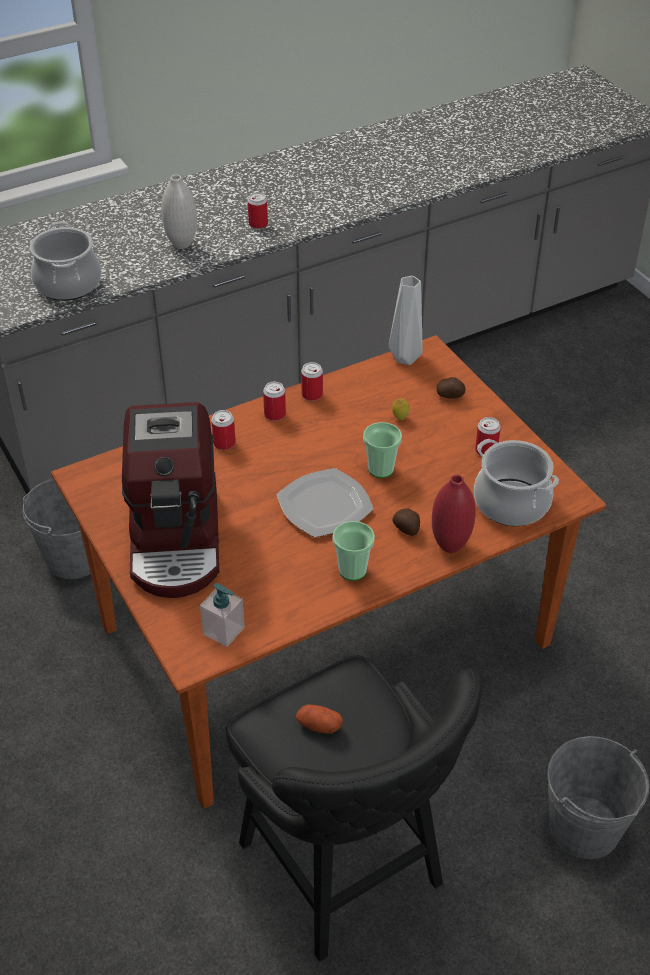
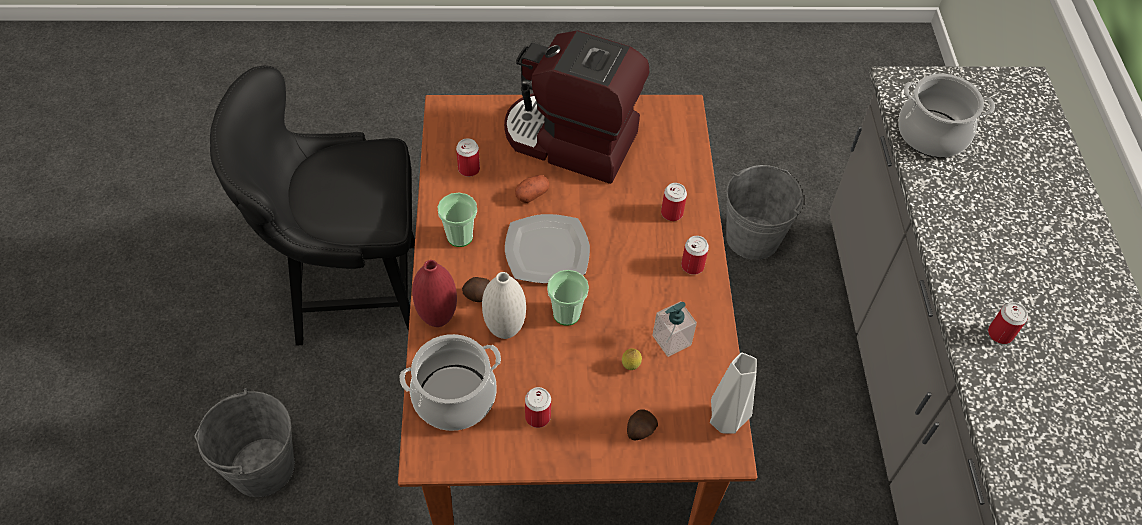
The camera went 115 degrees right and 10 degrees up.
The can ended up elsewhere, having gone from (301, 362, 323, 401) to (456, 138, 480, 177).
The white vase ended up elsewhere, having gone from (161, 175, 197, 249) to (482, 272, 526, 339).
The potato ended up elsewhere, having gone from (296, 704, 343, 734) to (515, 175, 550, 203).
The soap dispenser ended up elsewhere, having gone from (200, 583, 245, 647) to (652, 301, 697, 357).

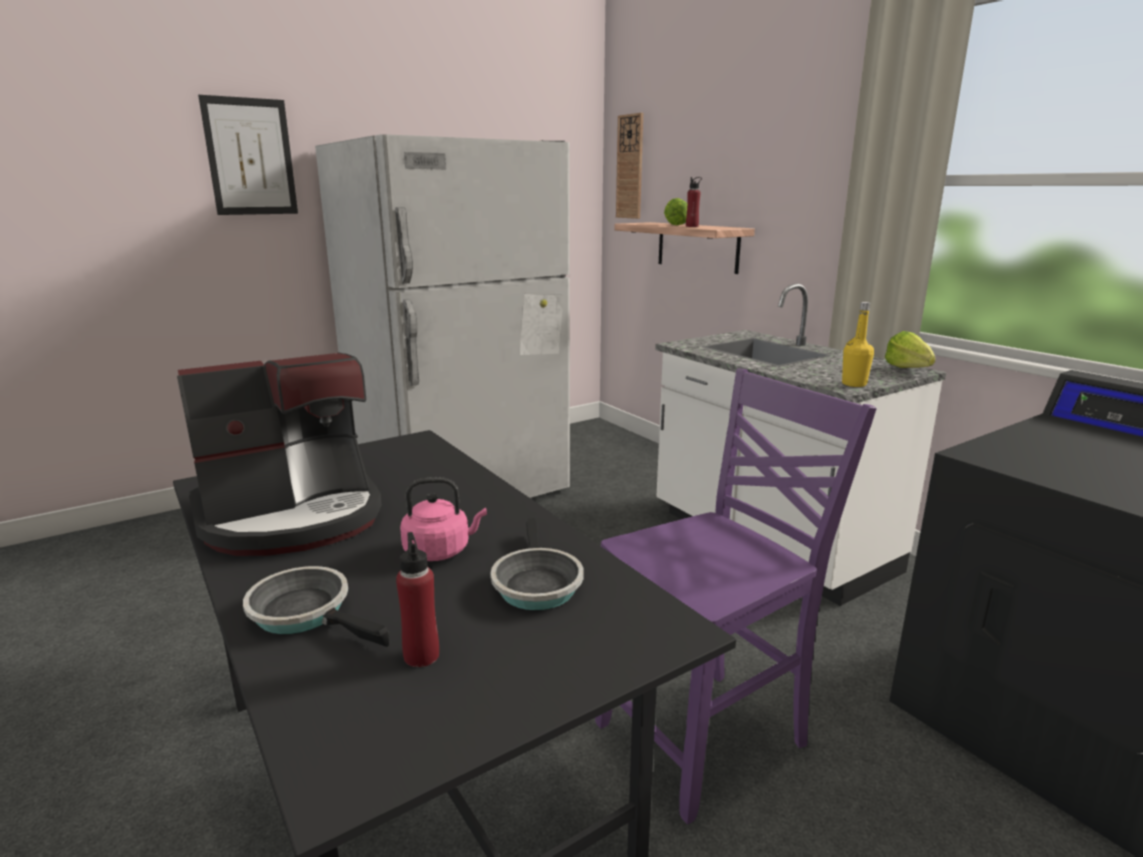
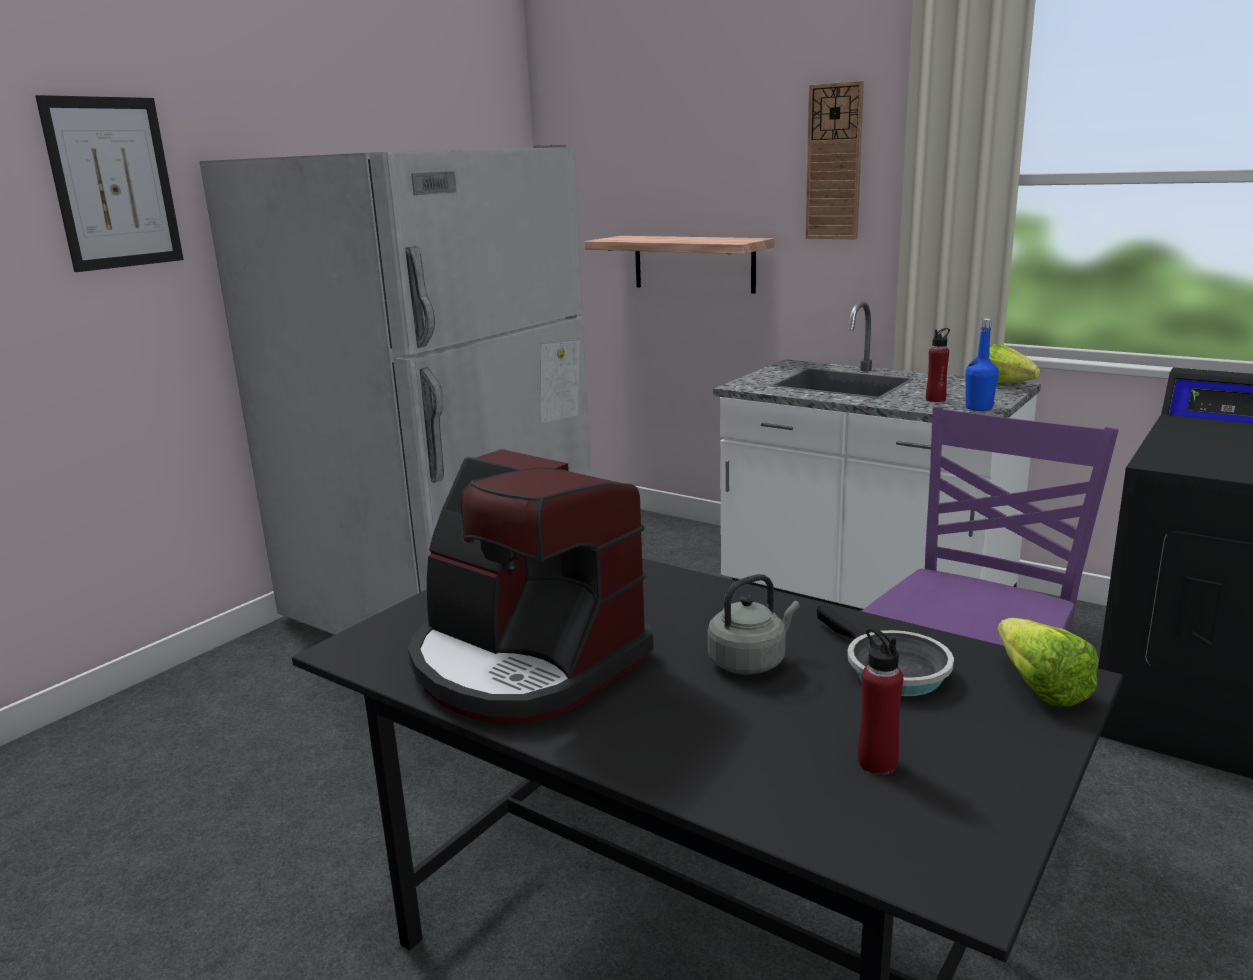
The camera went 20 degrees left and 0 degrees up.
The coffee machine at (177, 353, 382, 556) ended up facing another way, 90 degrees clockwise from before.
What was the pink kettle at (400, 477, 487, 561) turned into the grey kettle at (707, 574, 800, 675).
The wall clock ended up elsewhere, having gone from (616, 113, 643, 219) to (806, 81, 864, 240).
The red bottle ended up elsewhere, having gone from (686, 177, 702, 227) to (926, 328, 950, 402).
What was the yellow bottle at (842, 302, 874, 387) turned into the blue bottle at (966, 318, 999, 411).
The lettuce ended up elsewhere, having gone from (664, 198, 687, 226) to (998, 618, 1099, 707).
The second view lost the frying pan at (243, 566, 389, 647).

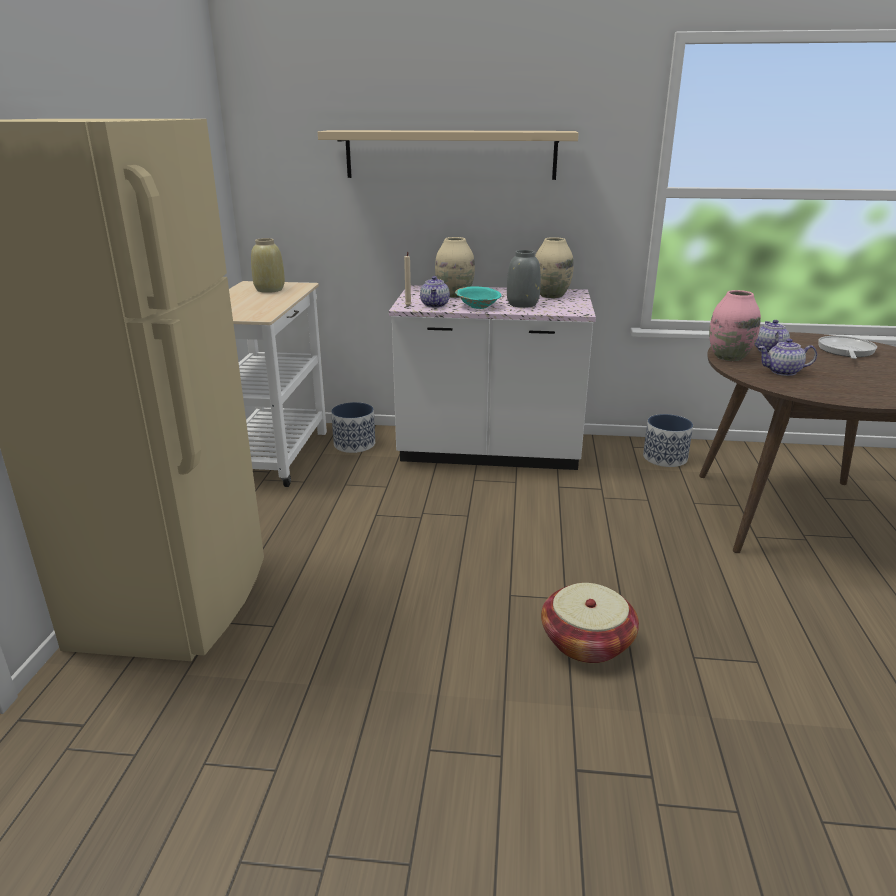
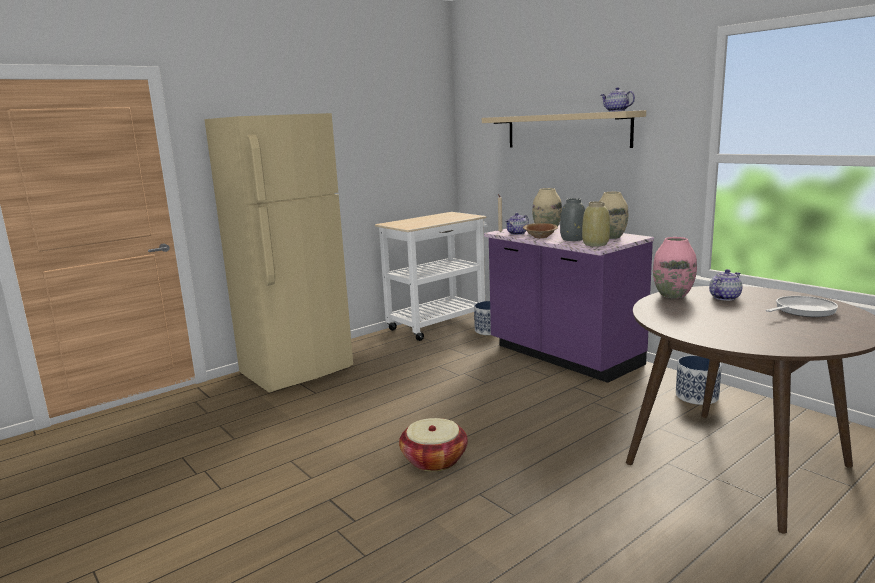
The camera went 45 degrees right and 10 degrees down.
What was the white counter at (389, 285, 596, 470) turned into the purple counter at (484, 223, 654, 383).
What was the turquoise bowl at (455, 286, 502, 309) turned into the brown bowl at (523, 223, 558, 238).
The beige vase ended up elsewhere, having gone from (251, 238, 285, 293) to (582, 201, 610, 246).
The teapot ended up elsewhere, having gone from (758, 339, 817, 376) to (601, 87, 635, 112).

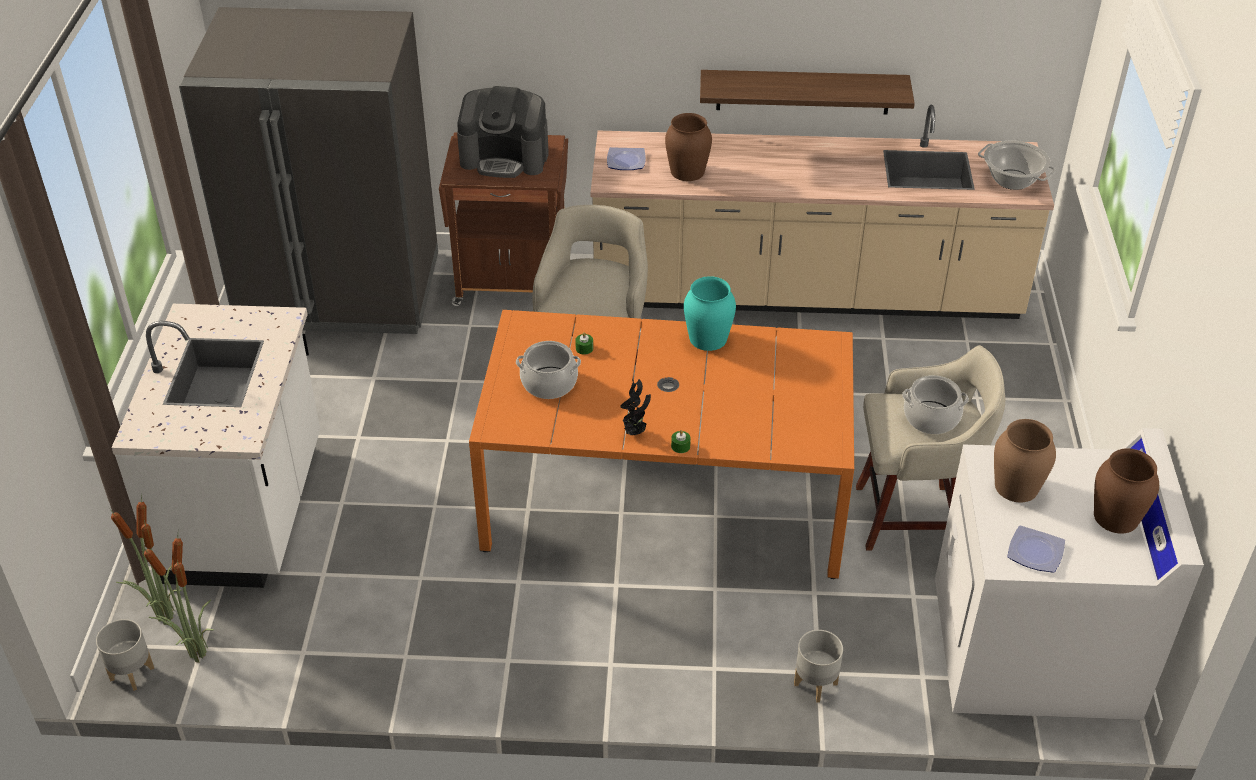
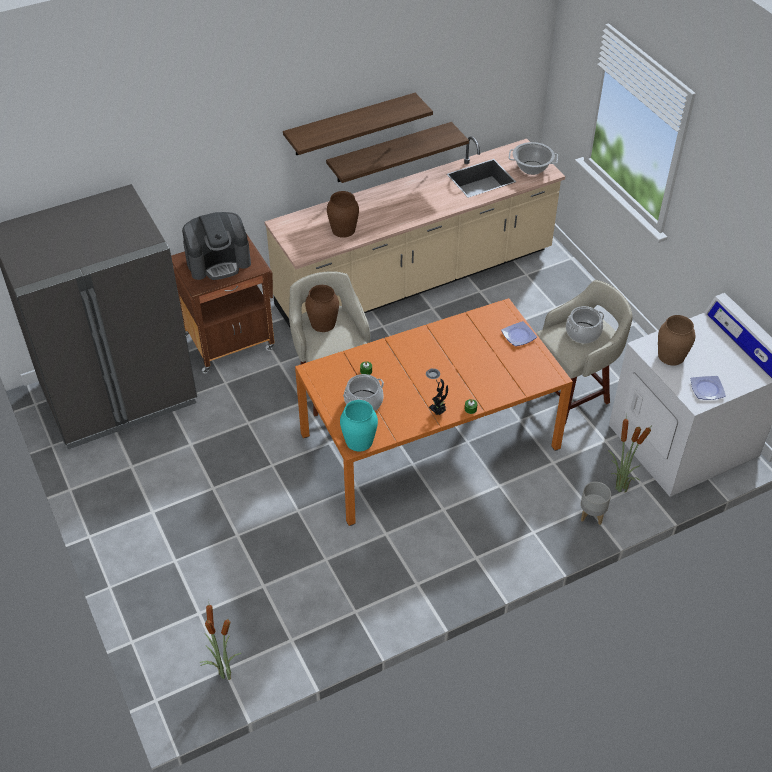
The camera went 30 degrees left and 5 degrees up.
The second view gained the shelf at (283, 93, 433, 155).
The brown vase ended up elsewhere, having gone from (1094, 448, 1159, 534) to (305, 285, 339, 332).
The turquoise vase ended up elsewhere, having gone from (684, 276, 736, 351) to (340, 400, 378, 451).
The plate ended up elsewhere, having gone from (607, 147, 646, 170) to (501, 321, 537, 346).
The potted plant ended up elsewhere, having gone from (110, 494, 181, 625) to (608, 414, 653, 492).
The second view lost the grey planter at (96, 619, 154, 691).
The second view lost the white counter at (111, 304, 320, 588).

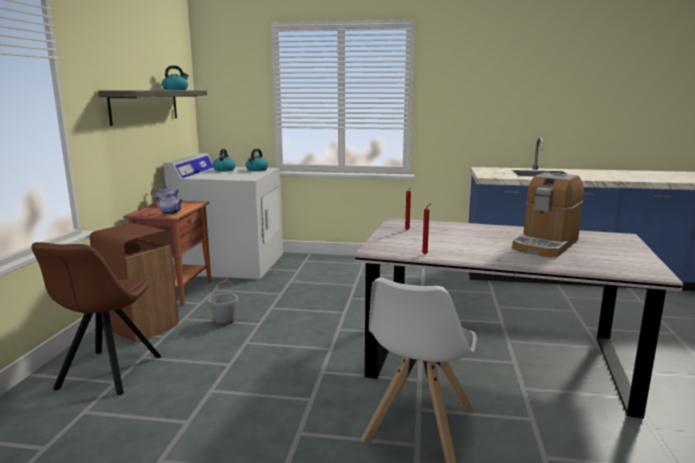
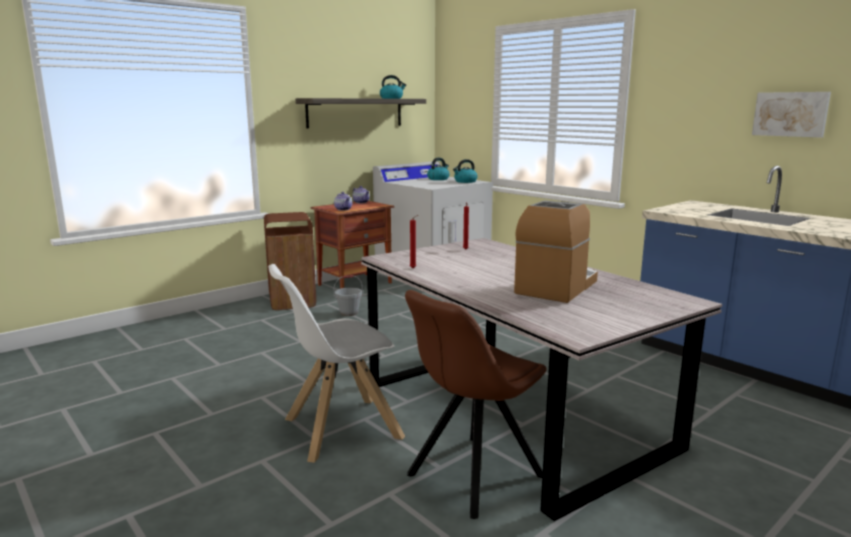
The camera went 40 degrees right and 0 degrees up.
The brown chair ended up elsewhere, having gone from (31, 242, 161, 395) to (405, 290, 547, 519).
The coffee machine at (512, 172, 584, 257) ended up facing another way, 135 degrees clockwise from before.
The second view gained the picture at (752, 92, 831, 138).

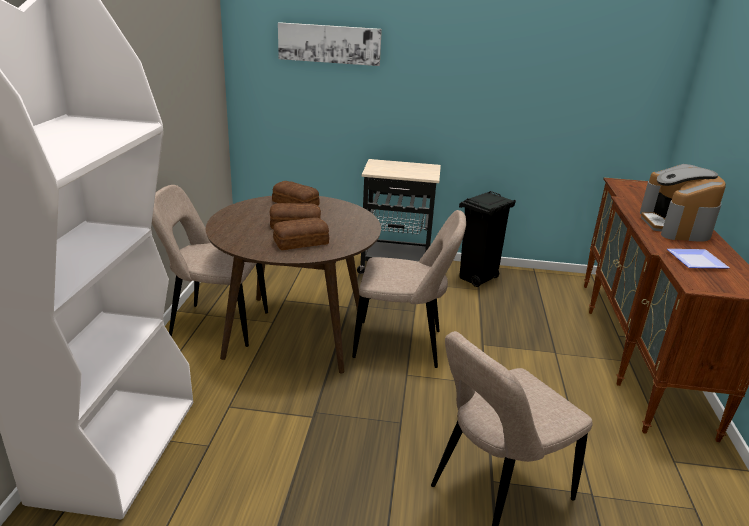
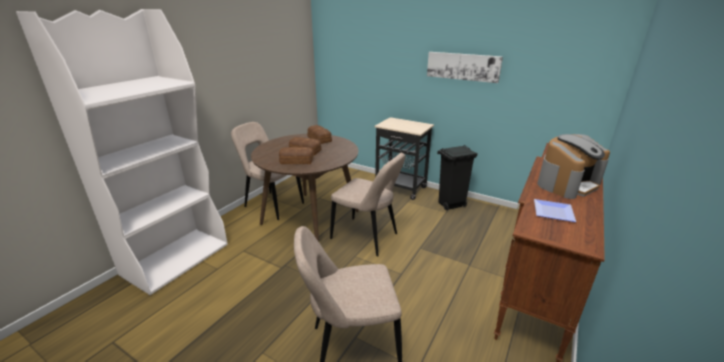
The camera went 25 degrees right and 0 degrees up.
The picture ended up elsewhere, having gone from (278, 22, 382, 66) to (427, 52, 503, 83).
The coffee machine at (640, 164, 726, 242) ended up facing another way, 150 degrees counterclockwise from before.

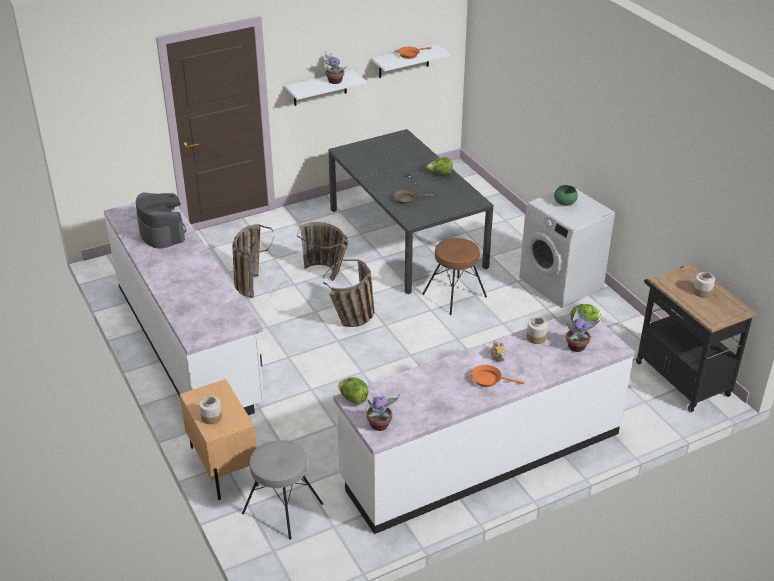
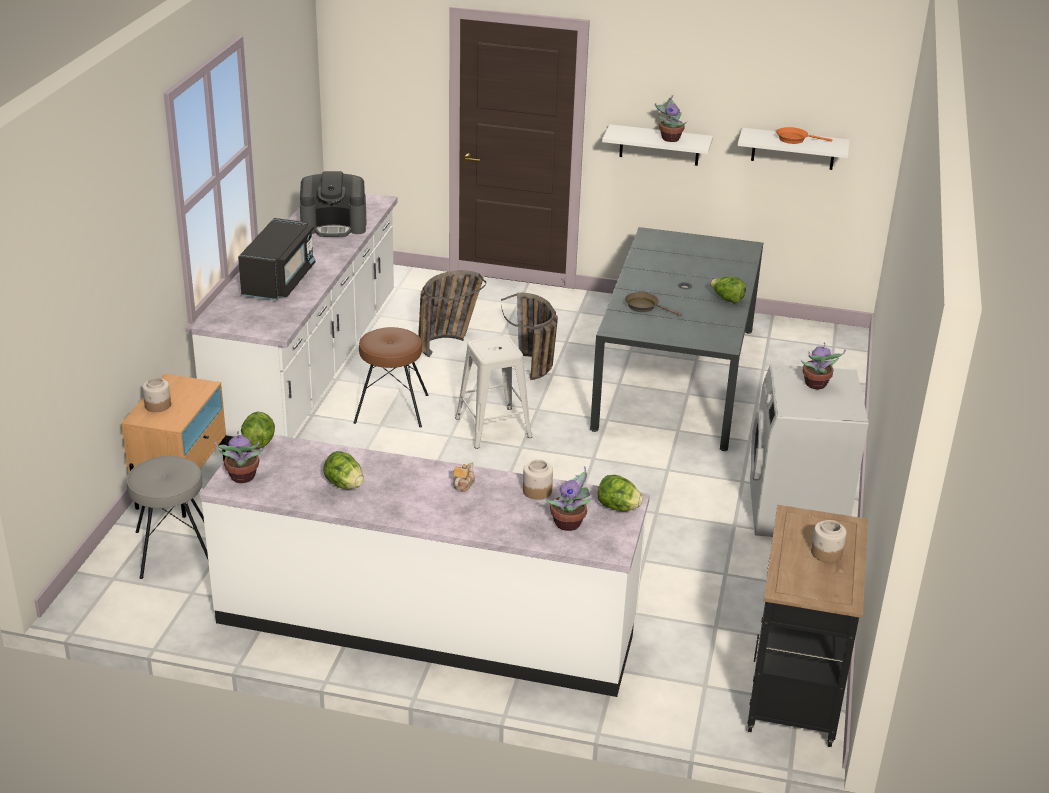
The camera went 40 degrees right and 5 degrees down.
The second view gained the black microwave at (238, 218, 315, 300).
The coffee machine at (136, 192, 187, 249) ended up facing another way, 75 degrees clockwise from before.
The second view gained the lettuce at (323, 451, 364, 489).
The brown stool ended up elsewhere, having gone from (423, 238, 487, 315) to (354, 327, 429, 427).
Where the basket stood at (323, 259, 374, 327), the white stool came to stand at (455, 335, 533, 449).
Where the green bowl stood at (554, 185, 578, 206), the potted plant came to stand at (801, 343, 846, 389).
The second view lost the orange frying pan at (471, 365, 525, 387).

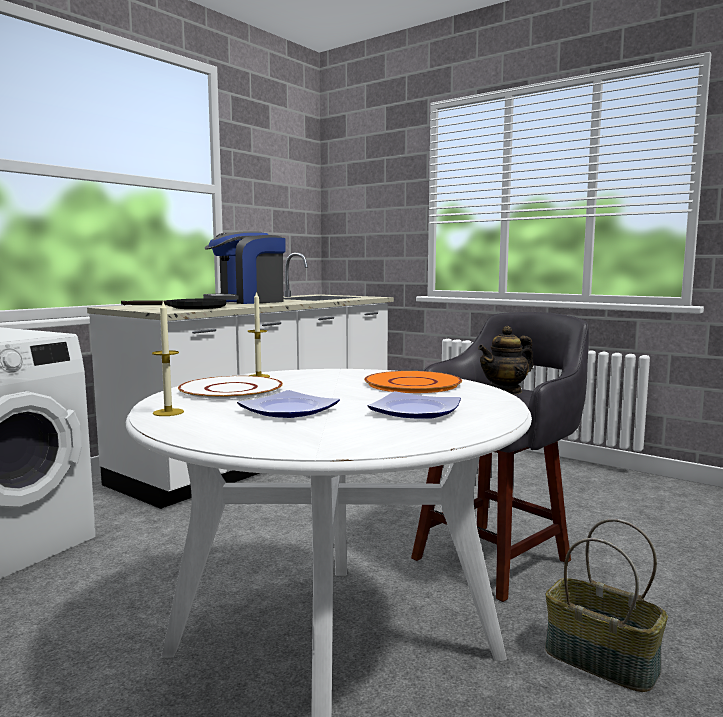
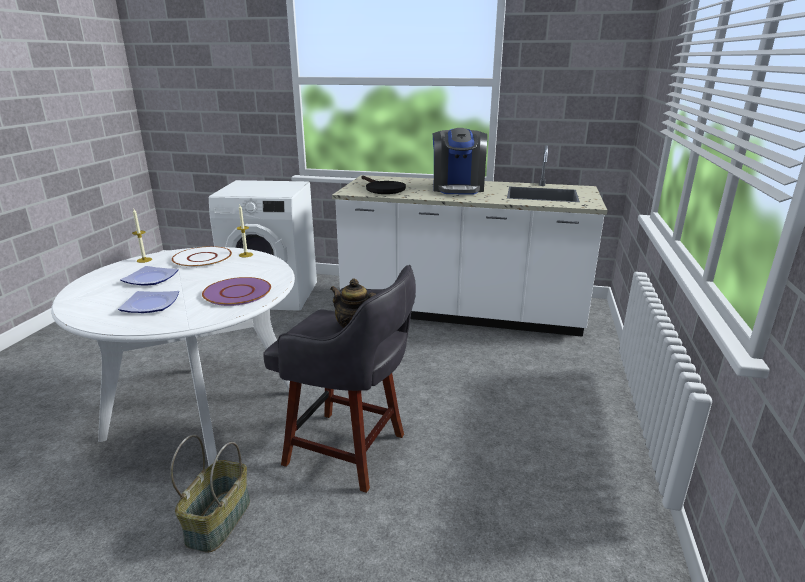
The camera went 65 degrees right and 15 degrees up.
What was the orange plate at (364, 371, 462, 393) turned into the purple plate at (202, 277, 271, 306).
The coffee machine at (203, 231, 285, 304) ended up facing another way, 120 degrees counterclockwise from before.

